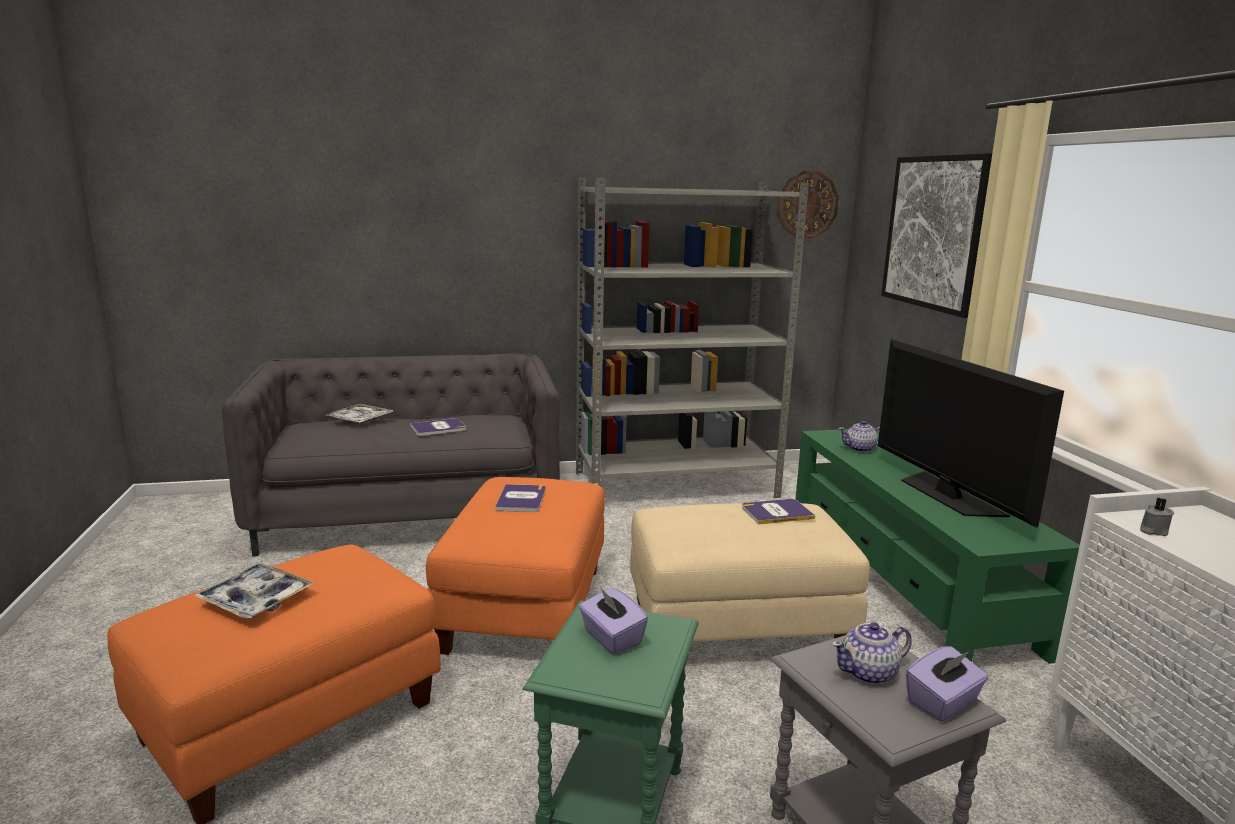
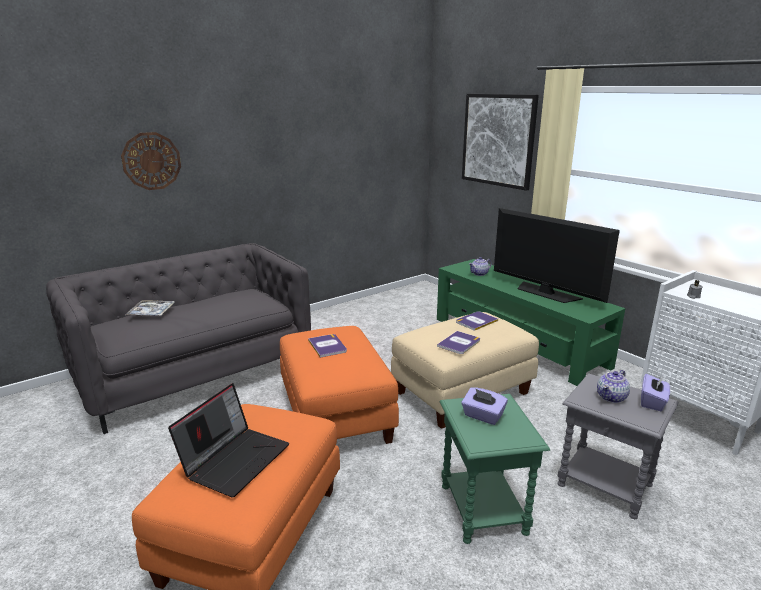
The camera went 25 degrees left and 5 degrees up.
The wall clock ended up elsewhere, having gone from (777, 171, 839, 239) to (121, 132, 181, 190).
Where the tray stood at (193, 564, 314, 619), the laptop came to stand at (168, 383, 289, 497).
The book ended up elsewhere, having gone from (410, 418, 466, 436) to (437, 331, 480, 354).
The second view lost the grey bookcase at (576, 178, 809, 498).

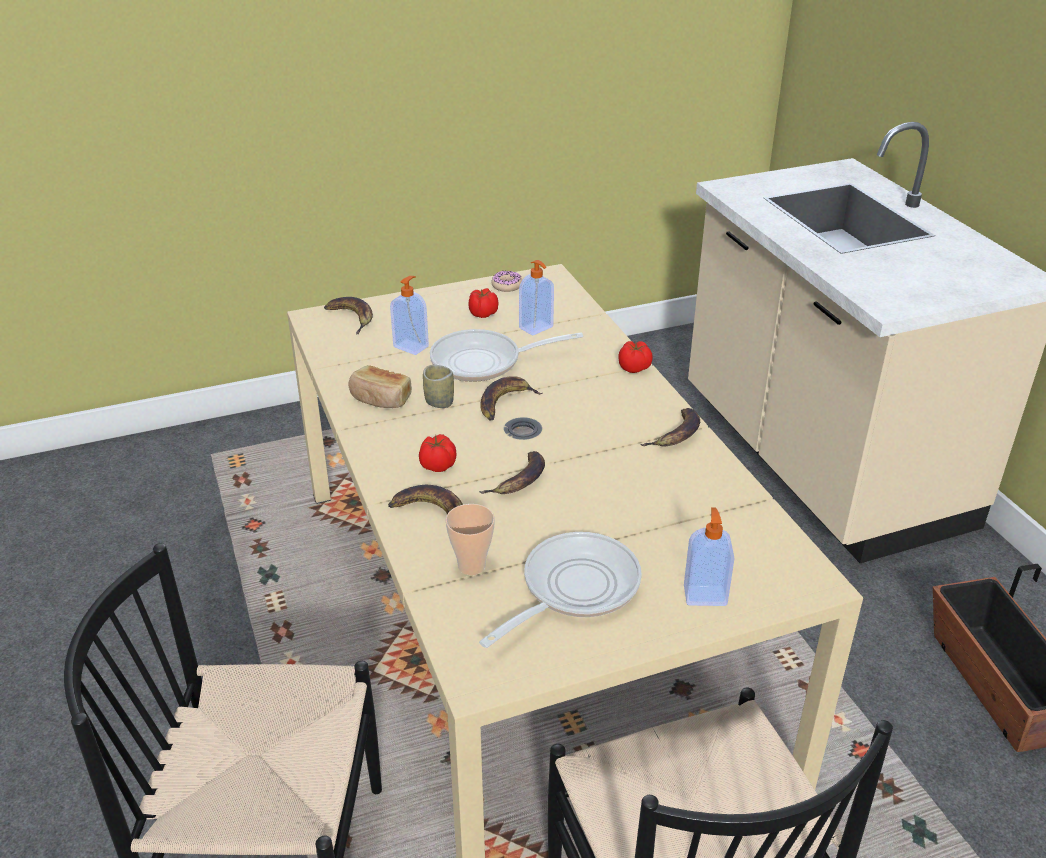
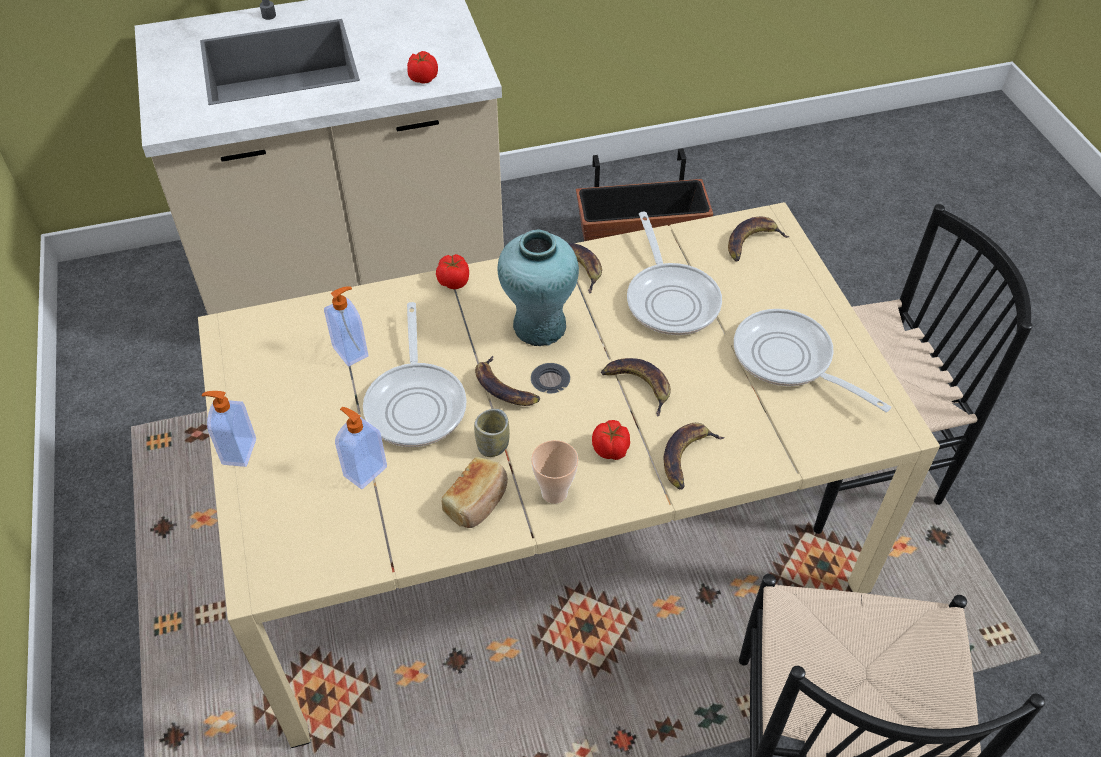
The camera went 85 degrees left and 15 degrees up.
The soap dispenser ended up elsewhere, having gone from (684, 507, 735, 606) to (201, 391, 256, 467).
The tomato ended up elsewhere, having gone from (468, 288, 499, 318) to (407, 51, 438, 84).
The second view gained the turquoise vase at (498, 230, 579, 346).
The cup ended up elsewhere, having gone from (445, 504, 495, 575) to (531, 440, 578, 504).
The second view gained the frying pan at (627, 212, 722, 335).
The banana ended up elsewhere, having gone from (324, 297, 373, 335) to (728, 217, 790, 261).
The second view lost the donut at (491, 271, 522, 292).

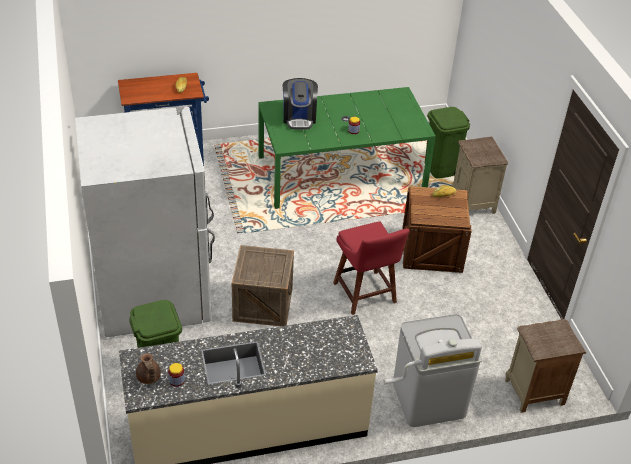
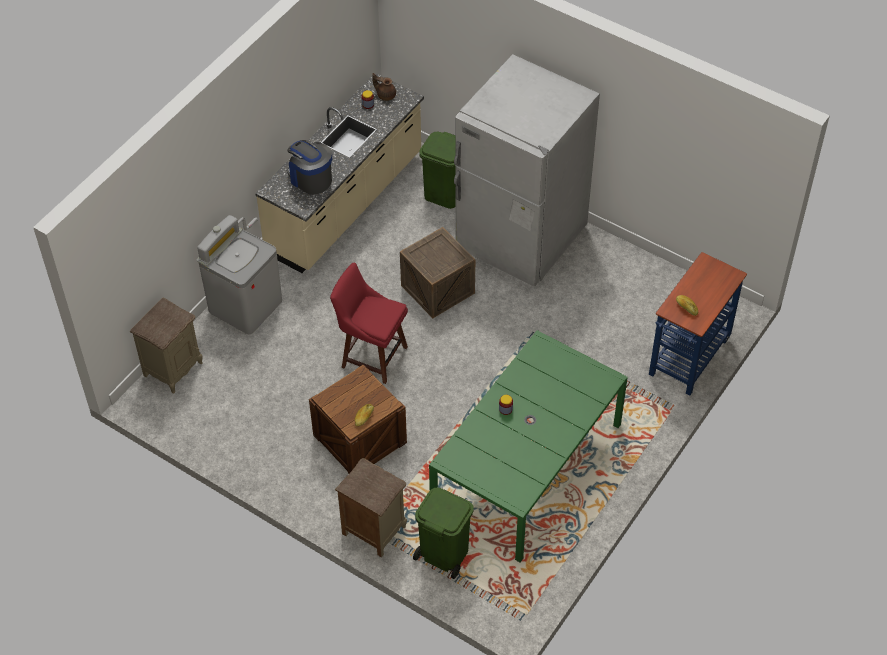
The camera went 140 degrees right and 10 degrees up.
The coffee machine ended up elsewhere, having gone from (283, 78, 318, 130) to (287, 140, 332, 195).

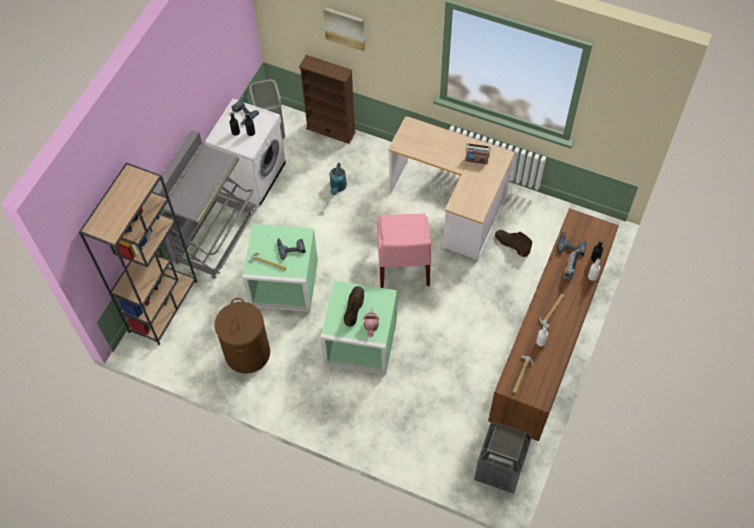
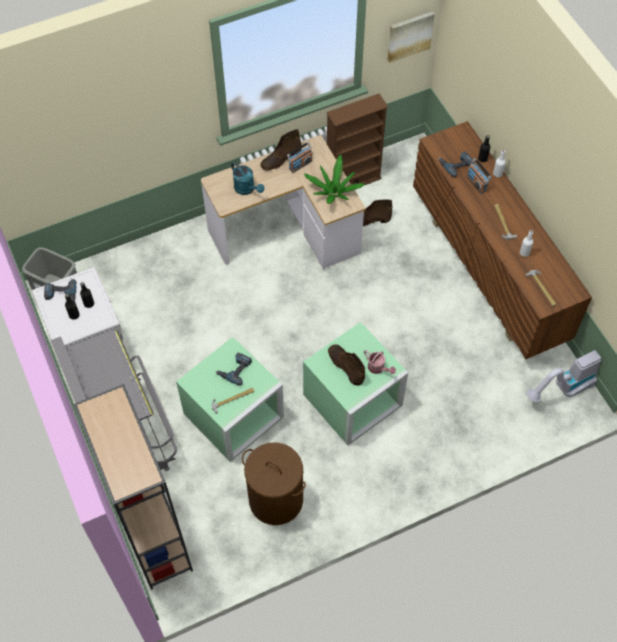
The camera went 50 degrees left and 0 degrees up.
The turquoise watering can ended up elsewhere, having gone from (329, 163, 347, 195) to (231, 162, 264, 195).
The second view gained the brown boot at (260, 129, 301, 171).
The second view gained the potted plant at (304, 154, 365, 204).
The brown bookcase ended up elsewhere, having gone from (299, 55, 356, 144) to (326, 94, 388, 185).
The picture ended up elsewhere, having gone from (323, 7, 365, 51) to (387, 11, 435, 63).
Where the trash can stood at (474, 422, 532, 494), the vacuum cleaner came to stand at (527, 350, 601, 402).
The second view lost the pink chair at (377, 214, 431, 288).

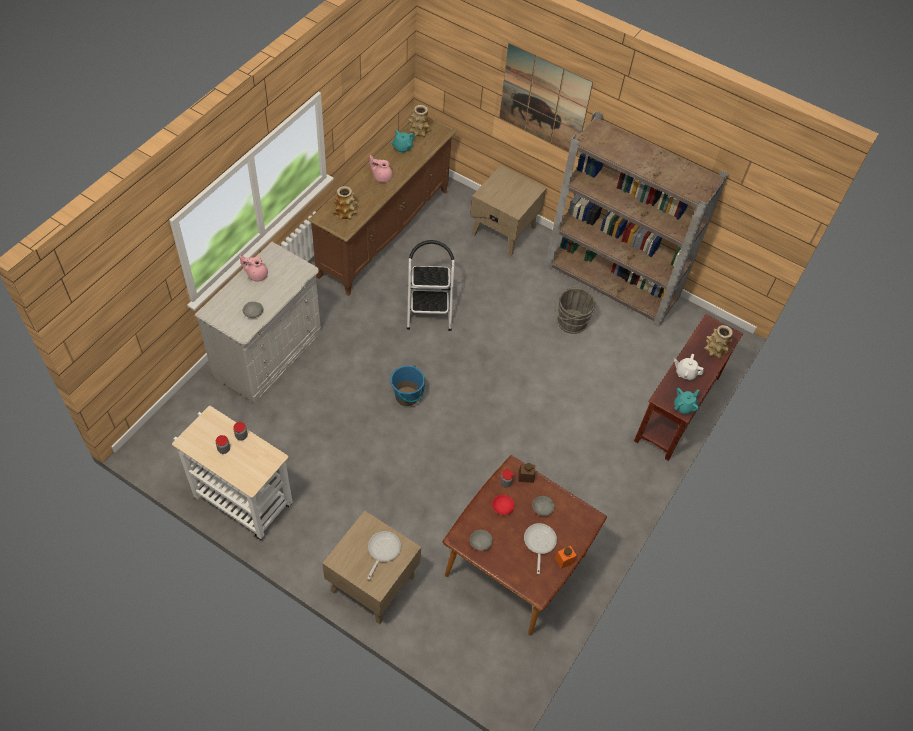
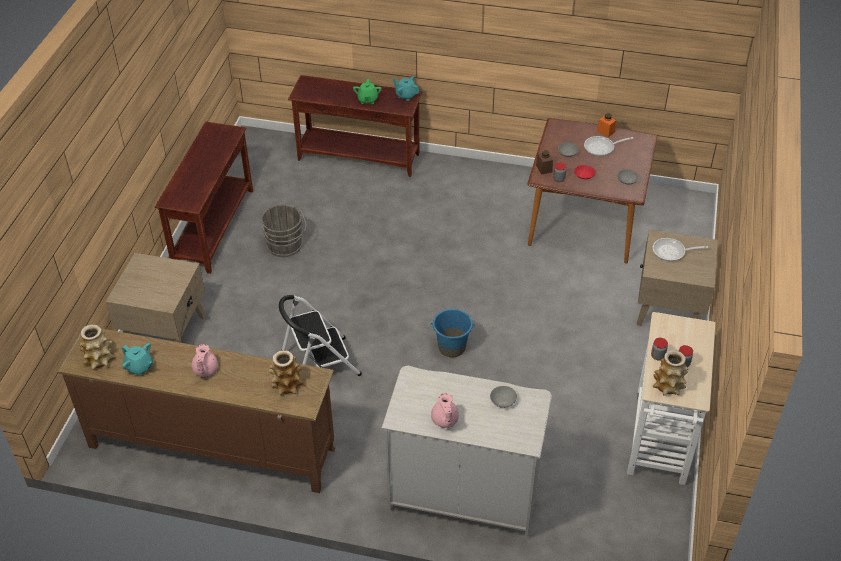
The camera went 105 degrees left and 10 degrees down.
Where the brown bookcase stood at (545, 111, 728, 327), the brown console table came to stand at (155, 122, 253, 274).
What was the white teapot at (674, 354, 704, 380) turned into the green teapot at (353, 79, 382, 104).
The vase ended up elsewhere, having gone from (704, 325, 733, 359) to (653, 350, 688, 395).
The second view lost the picture at (499, 43, 593, 155).

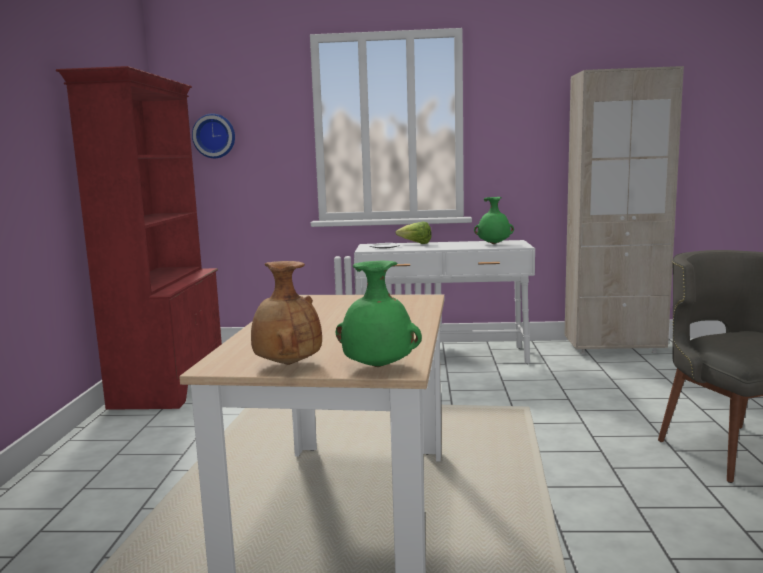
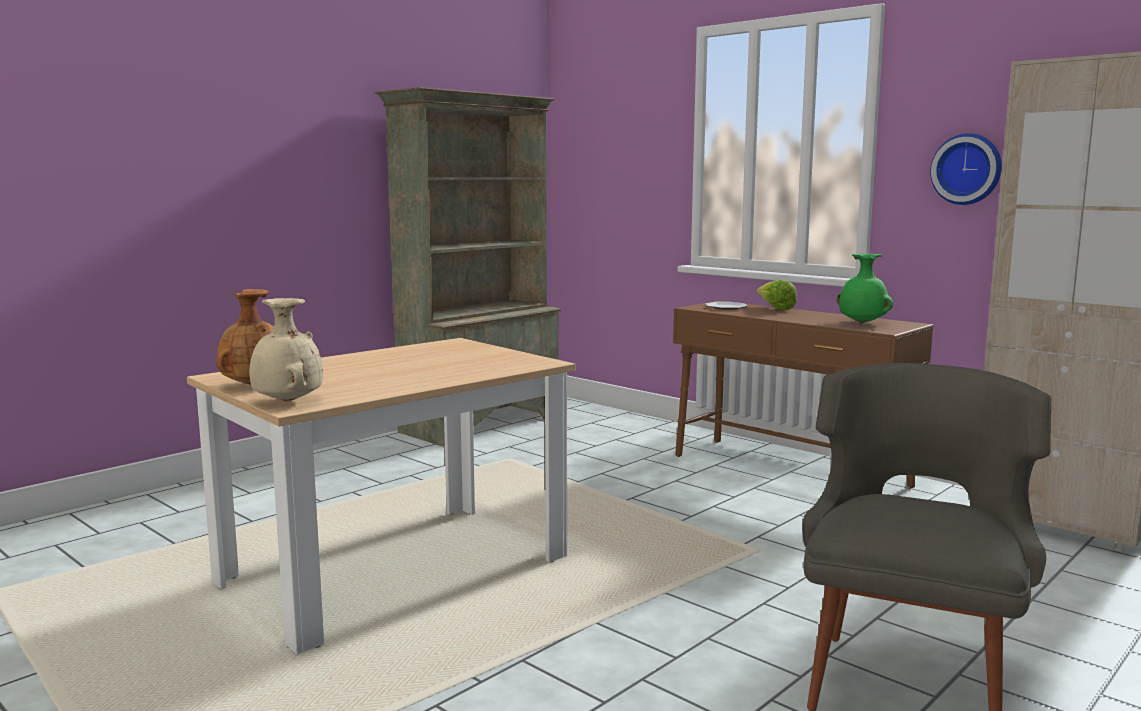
The camera went 40 degrees right and 0 degrees up.
What was the green vase at (336, 261, 422, 367) turned into the beige vase at (249, 298, 323, 402).
What was the red bookcase at (56, 66, 222, 410) turned into the green bookcase at (375, 87, 562, 447).
What was the white console table at (354, 240, 535, 364) turned into the brown console table at (673, 301, 933, 488).
The wall clock ended up elsewhere, having gone from (192, 114, 235, 158) to (930, 133, 1002, 205).

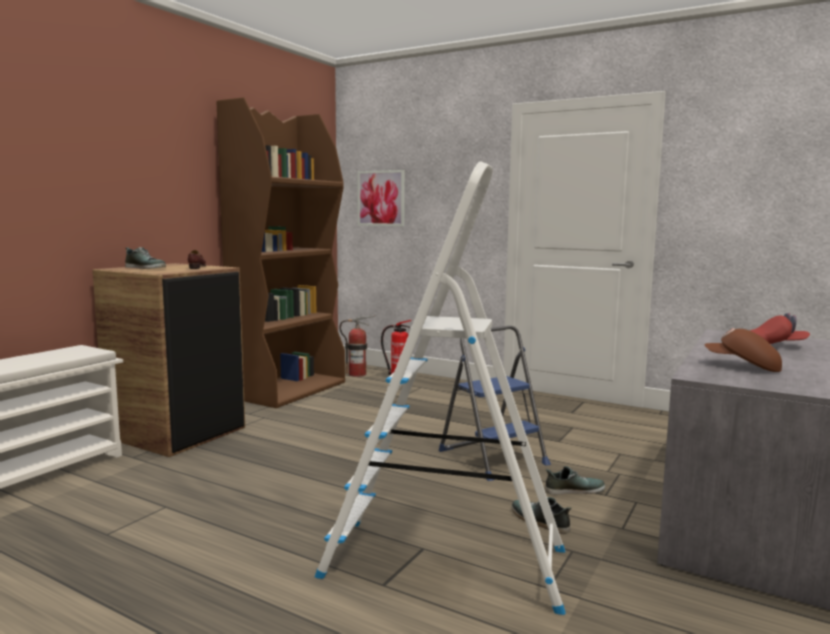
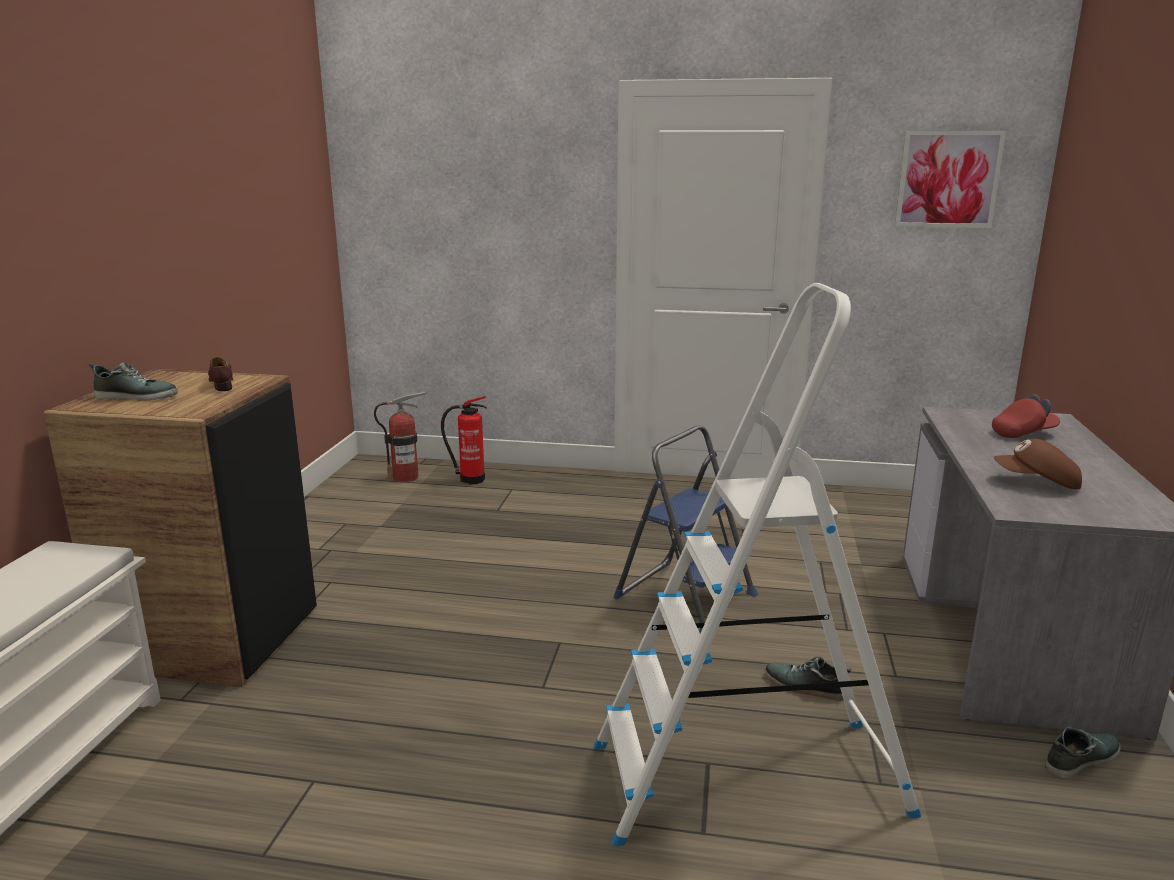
The camera went 20 degrees left and 10 degrees up.
The picture ended up elsewhere, having gone from (357, 170, 405, 226) to (895, 131, 1006, 228).
The shoe ended up elsewhere, having gone from (545, 466, 605, 495) to (1045, 727, 1121, 778).
The second view lost the brown bookcase at (217, 97, 345, 408).

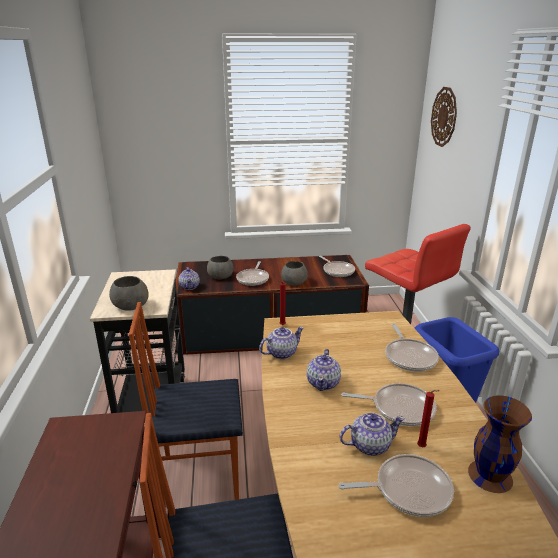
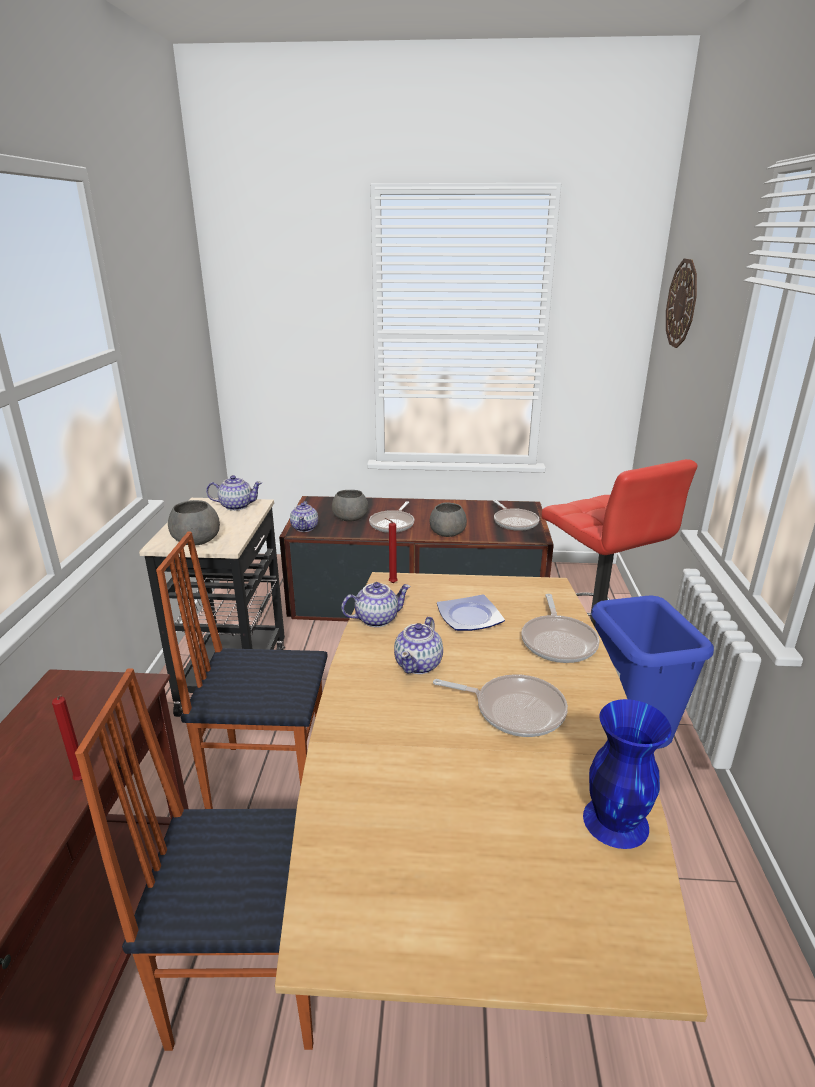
The camera went 10 degrees right and 0 degrees up.
The red candle ended up elsewhere, having gone from (417, 390, 440, 447) to (52, 695, 82, 780).
The teapot ended up elsewhere, having gone from (339, 412, 405, 456) to (206, 475, 262, 511).
The second view gained the plate at (437, 594, 505, 631).
What was the brown vase at (468, 395, 532, 493) turned into the blue vase at (583, 699, 671, 849).
The second view lost the frying pan at (338, 454, 454, 517).

